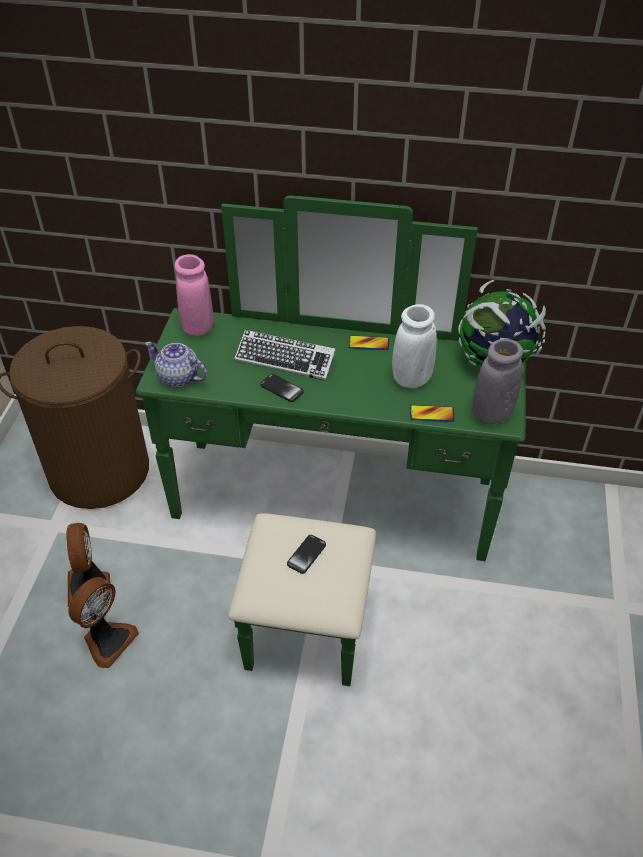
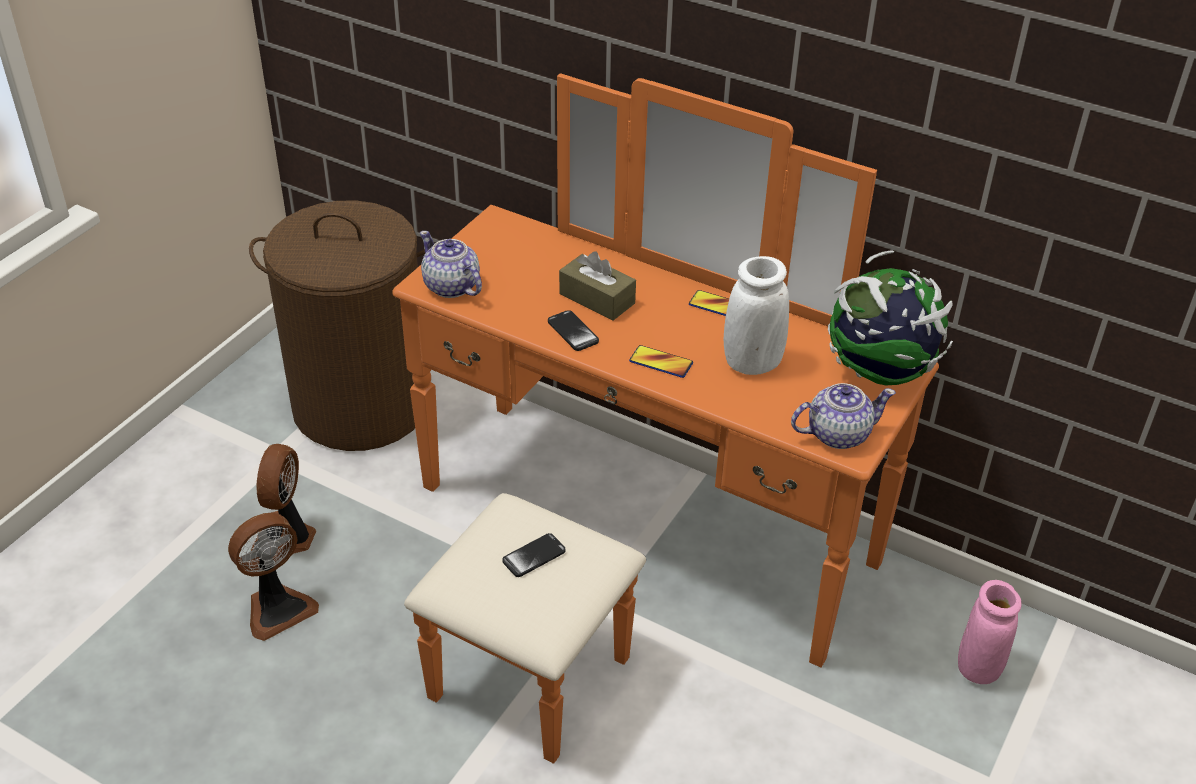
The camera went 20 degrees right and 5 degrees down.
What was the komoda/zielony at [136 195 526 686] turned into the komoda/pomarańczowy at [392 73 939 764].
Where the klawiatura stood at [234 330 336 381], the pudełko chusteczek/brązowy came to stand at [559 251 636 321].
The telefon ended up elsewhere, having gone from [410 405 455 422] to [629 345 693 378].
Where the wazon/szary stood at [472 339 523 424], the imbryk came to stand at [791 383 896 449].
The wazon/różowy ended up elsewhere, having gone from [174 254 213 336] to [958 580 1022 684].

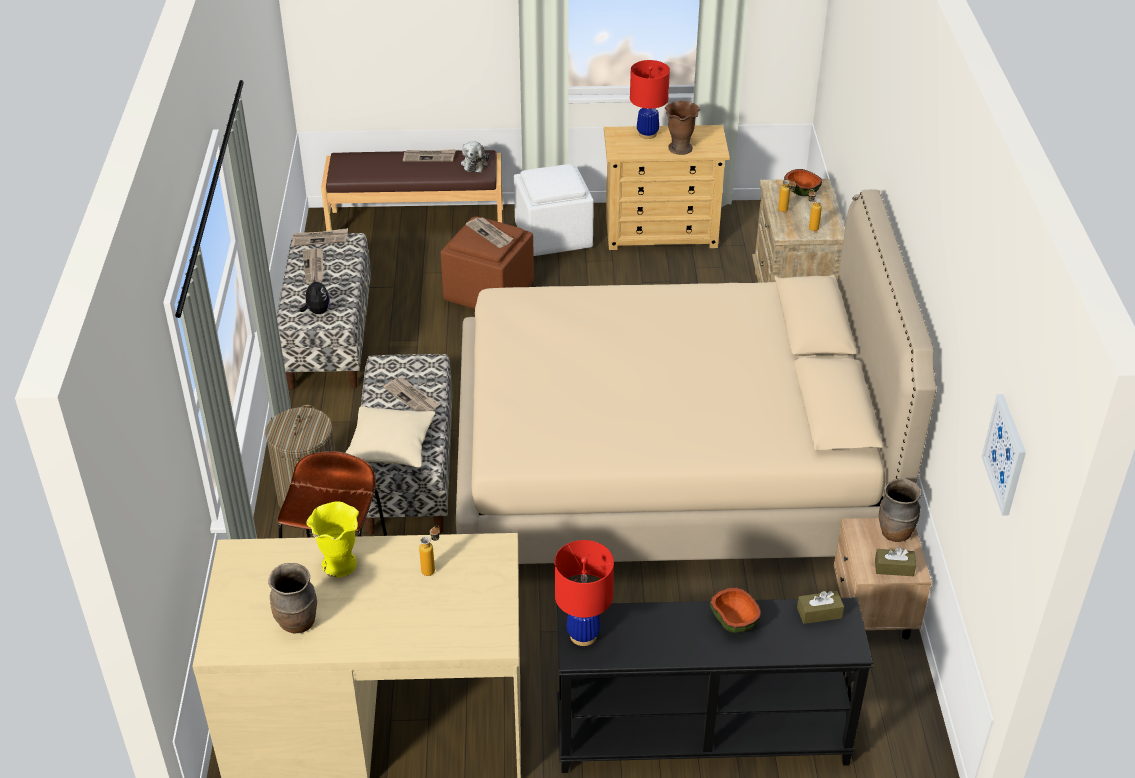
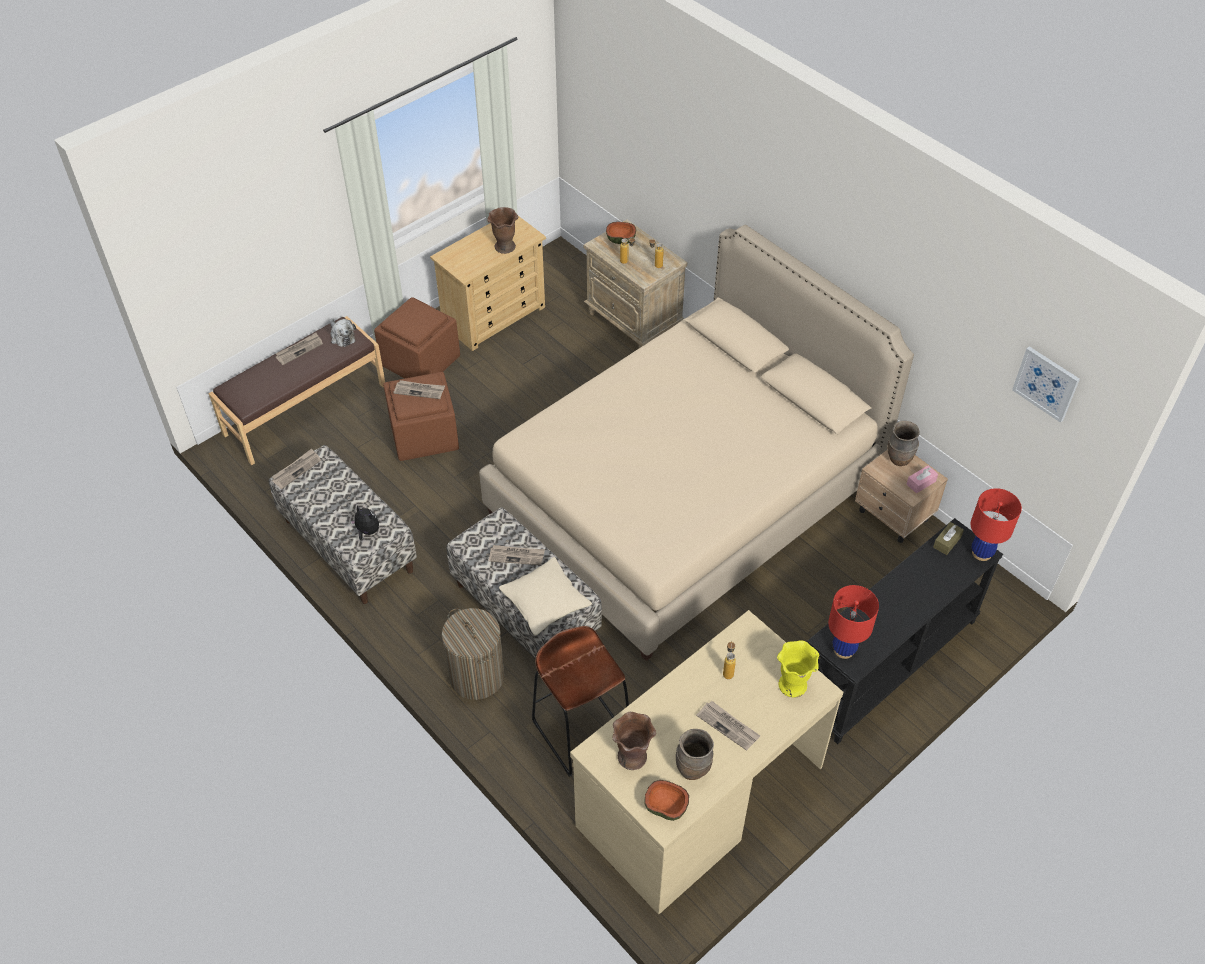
The camera went 40 degrees left and 10 degrees up.
What was the pufa/biały at [514 164 594 256] turned into the pufa/brązowy at [374 297 460 378].
The second view gained the wazon/brązowy at [613 712 656 770].
The miska ended up elsewhere, having gone from [710 587 761 633] to [644 780 689 821].
The gazeta ended up elsewhere, having gone from [303 248 323 284] to [696 701 760 751].
The wazon/żółty ended up elsewhere, having gone from [306 501 359 577] to [777 640 819 698].
What was the pudełko chusteczek/brązowy at [875 547 916 576] turned into the pudełko chusteczek/różowy at [907 465 938 493].
The lampa stołowa/czerwony ended up elsewhere, having gone from [630 60 670 139] to [970 488 1022 561].

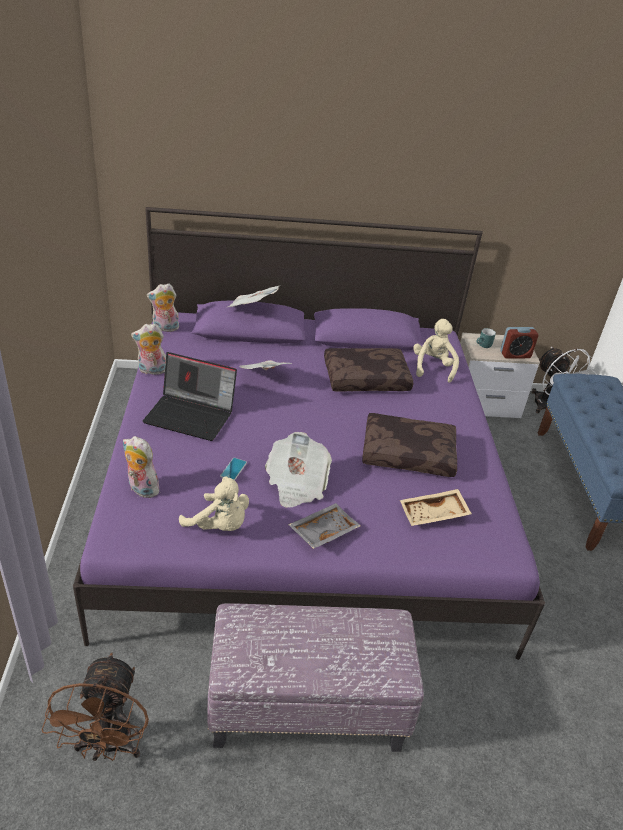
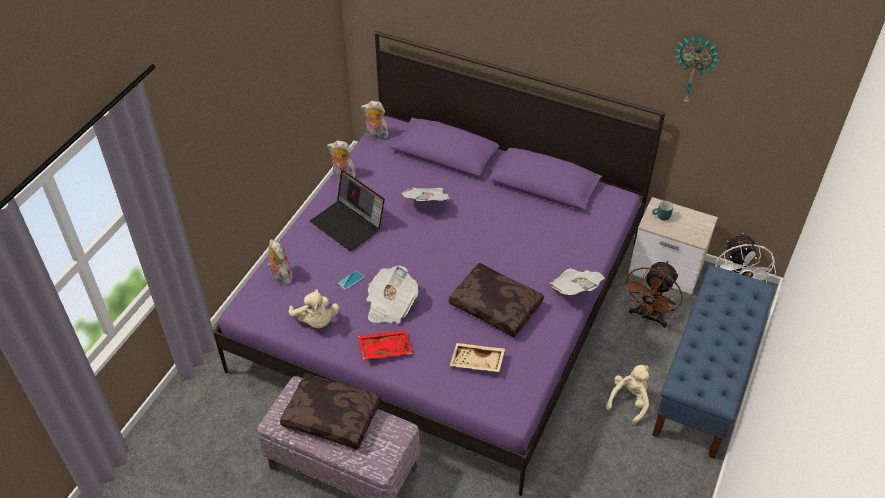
The camera went 30 degrees right and 10 degrees up.
The poduszka/brązowy ended up elsewhere, having gone from [324 348 413 392] to [280 373 381 449].
What was the taca/szary at [288 503 361 549] turned into the taca/czerwony at [358 330 413 359].
The gazeta ended up elsewhere, having gone from [228 285 281 307] to [549 268 605 295].
The pluszak/beżowy ended up elsewhere, having gone from [413 319 459 383] to [606 365 649 425].
The wentylator/brązowy ended up elsewhere, having gone from [42 653 149 761] to [622 261 683 328].
The second view gained the zegar ścienny at [674 34 721 105].
The second view lost the budzik at [500 327 538 359].

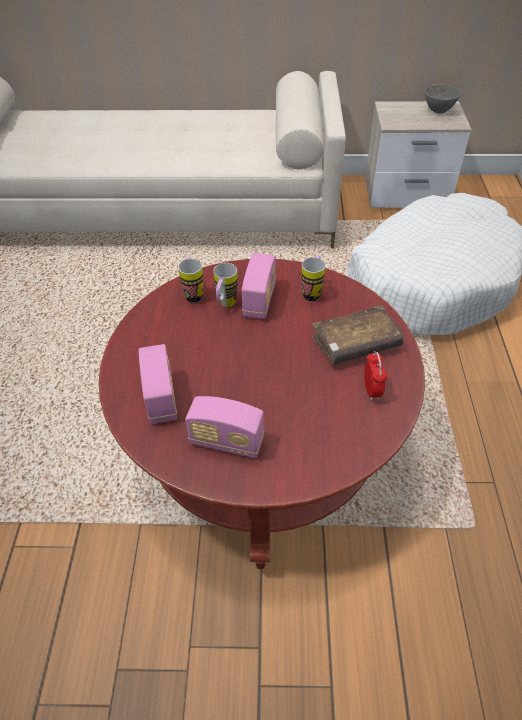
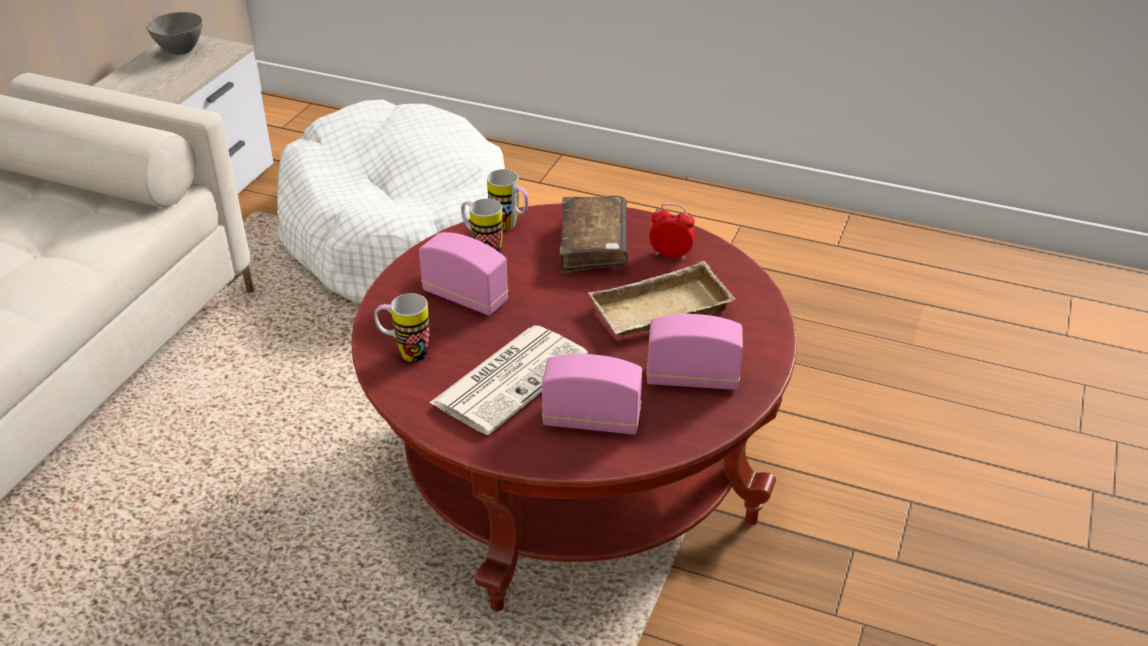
The camera went 70 degrees left and 10 degrees down.
The second view gained the gazeta at [429 326 588 435].
The kubek ended up elsewhere, having gone from [213 263 238 307] to [487 169 528 230].
The second view gained the taca/beżowy at [589 261 736 336].
The radio at [185 396 264 458] ended up facing another way, 120 degrees counterclockwise from before.

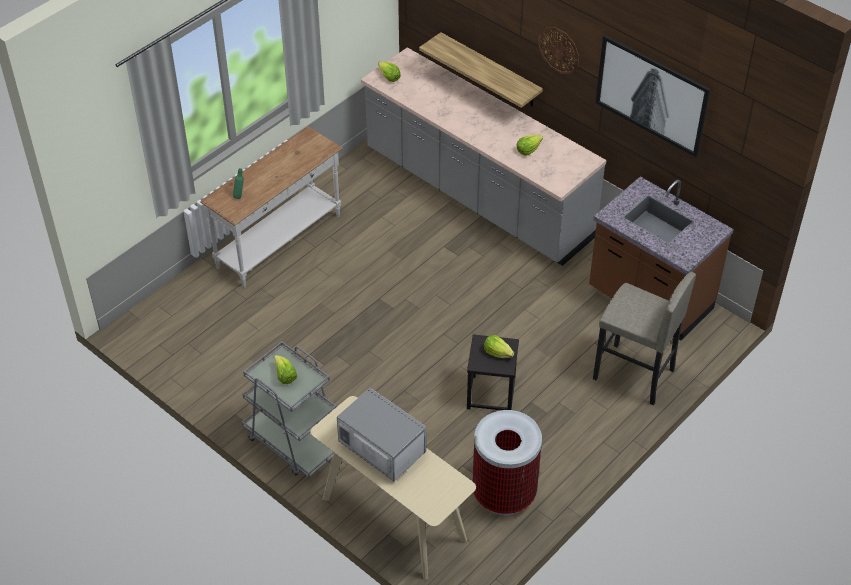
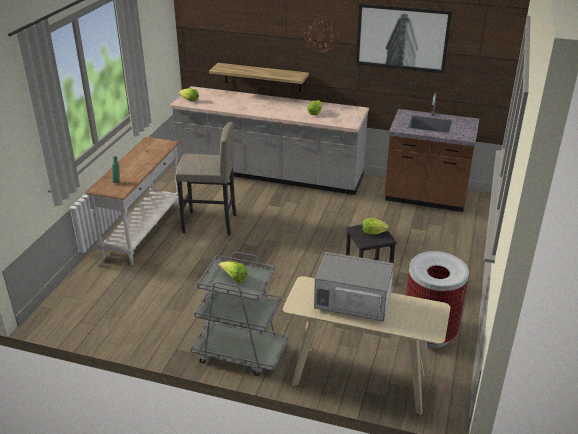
The camera went 25 degrees left and 15 degrees down.
The stołek/szary ended up elsewhere, having gone from [593 272 696 405] to [175 122 237 235].

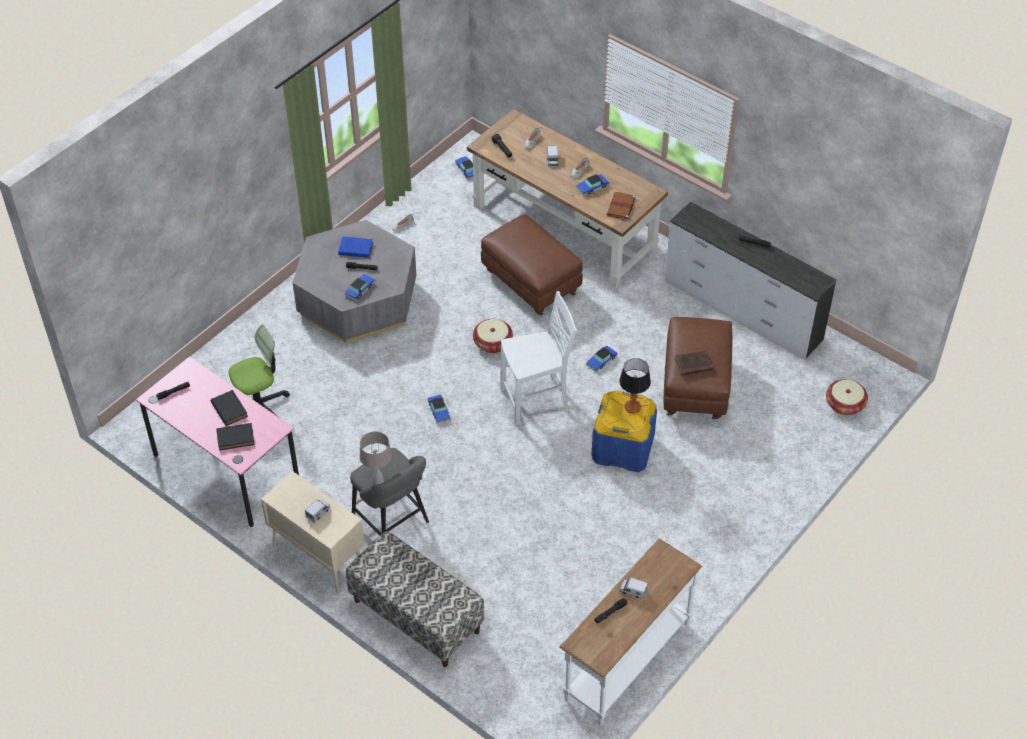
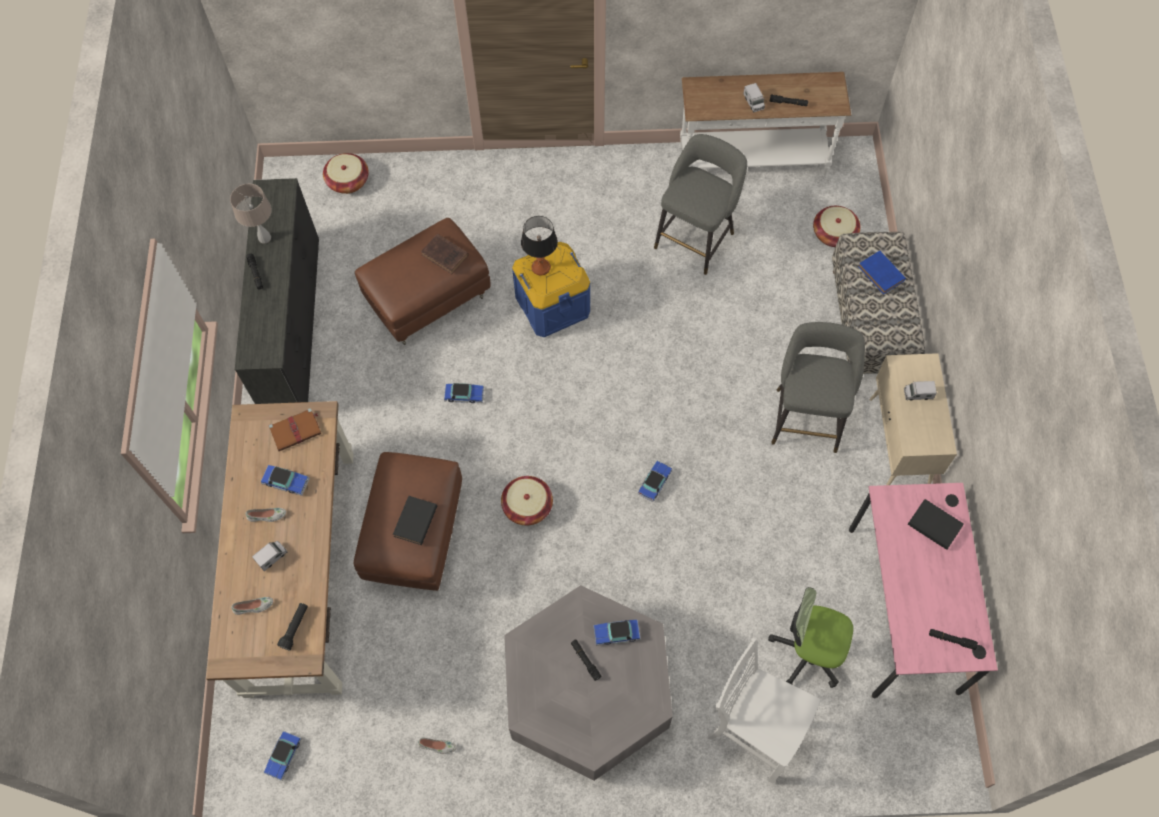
The camera went 130 degrees left and 15 degrees up.
The lampa stołowa/beżowy ended up elsewhere, having gone from [360 431 392 485] to [230 184 272 243].
What was the komoda/biały at [664 201 837 360] turned into the komoda/czarny at [235 178 319 404].
The książka/czarny ended up elsewhere, having gone from [211 390 248 426] to [393 496 437 545].
The second view gained the stołek/szary at [654 134 747 275].
The krzesło/biały ended up elsewhere, having gone from [500 291 577 425] to [707 637 820 784].
The second view gained the koszyk at [813 206 860 247].
The książka/niebieski ended up elsewhere, having gone from [338 237 373 258] to [858 251 906 294].

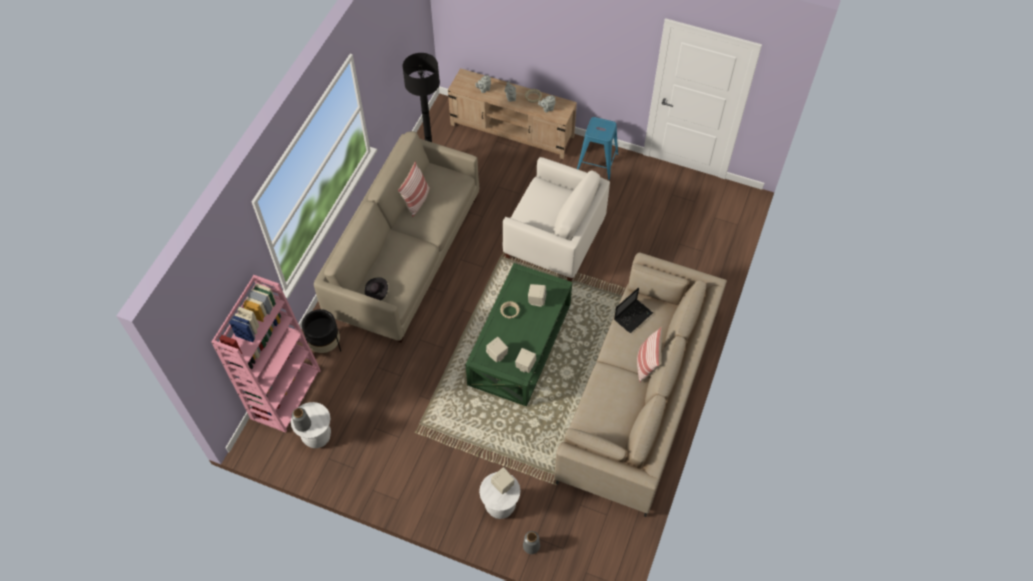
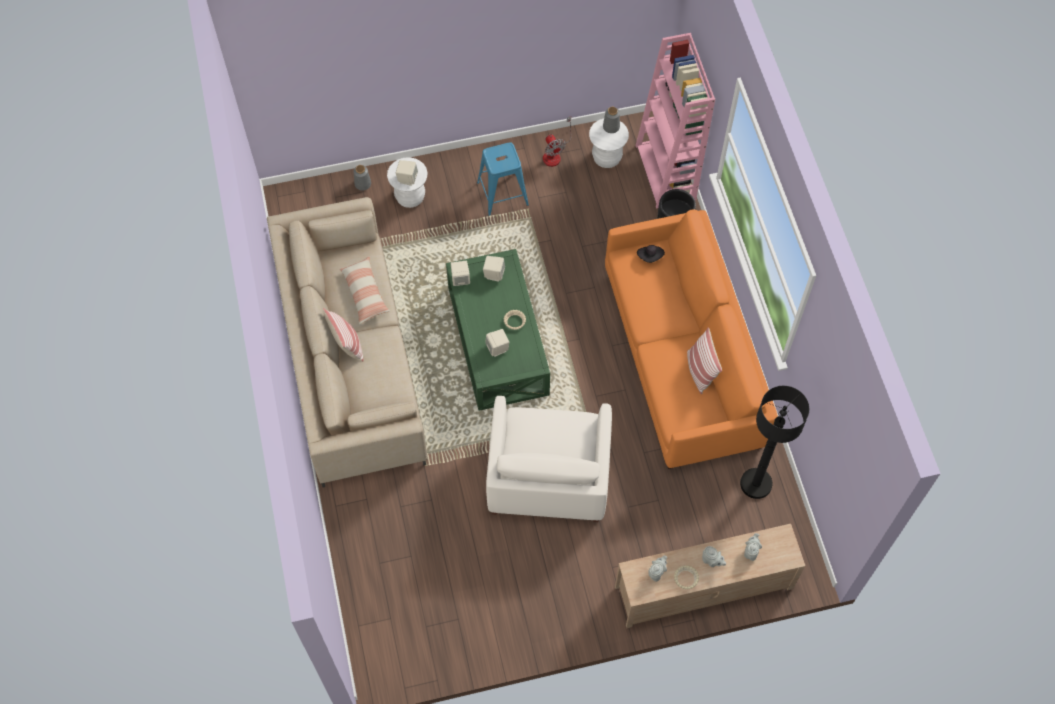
The camera went 145 degrees right and 5 degrees up.
The second view gained the poduszka at [340 257 390 325].
The stołek/niebieski ended up elsewhere, having gone from [577 117 618 180] to [477 142 529 216].
The fotel/biały at [503 157 610 282] ended up facing another way, 75 degrees counterclockwise from before.
The second view gained the wentylator at [543 116 571 167].
What was the kanapa/beżowy at [314 131 479 343] turned into the kanapa/pomarańczowy at [605 210 778 469].
The second view lost the laptop at [614 287 653 333].

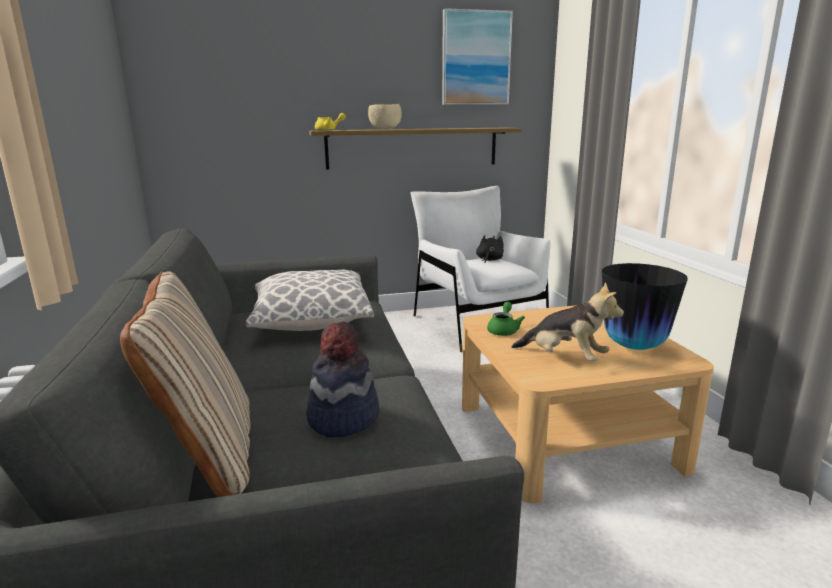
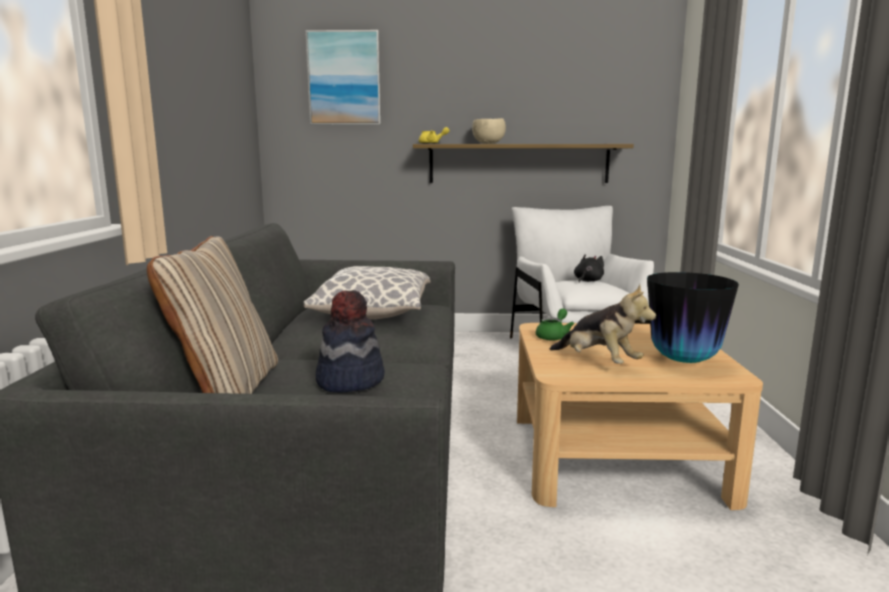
The camera went 15 degrees right and 5 degrees down.
The obraz ended up elsewhere, having gone from [442 8 513 105] to [305 30 381 125].

